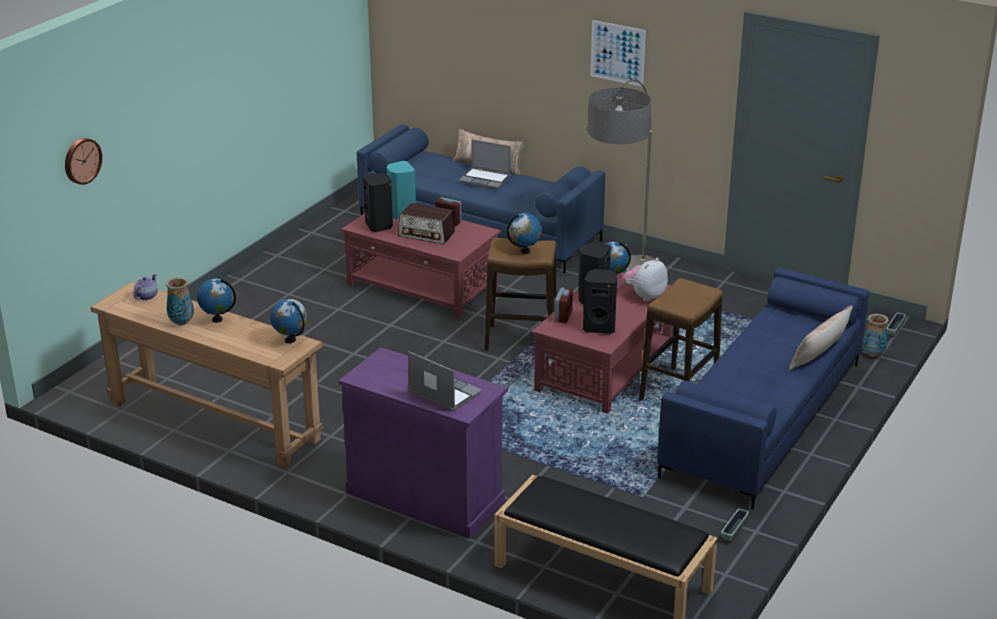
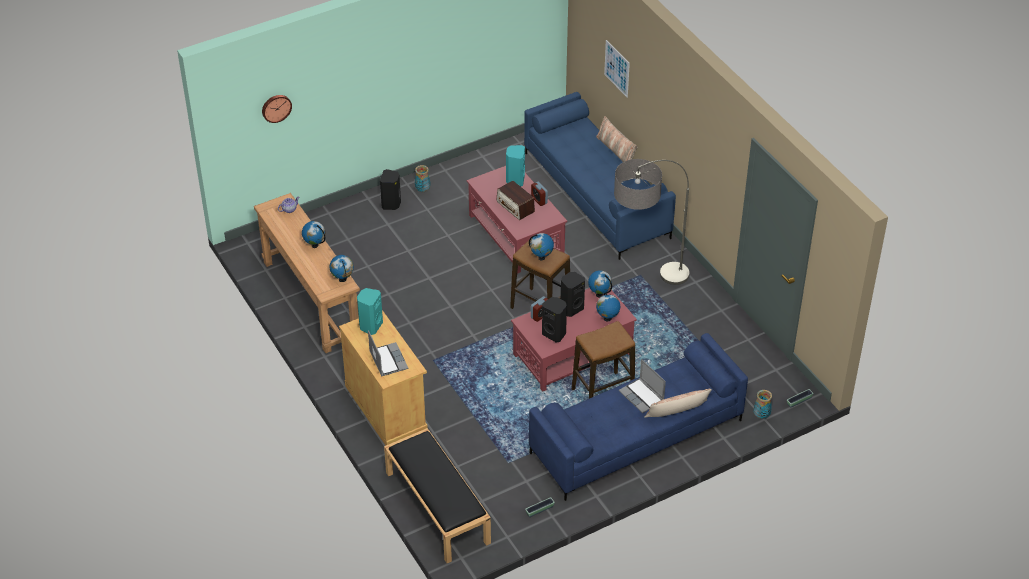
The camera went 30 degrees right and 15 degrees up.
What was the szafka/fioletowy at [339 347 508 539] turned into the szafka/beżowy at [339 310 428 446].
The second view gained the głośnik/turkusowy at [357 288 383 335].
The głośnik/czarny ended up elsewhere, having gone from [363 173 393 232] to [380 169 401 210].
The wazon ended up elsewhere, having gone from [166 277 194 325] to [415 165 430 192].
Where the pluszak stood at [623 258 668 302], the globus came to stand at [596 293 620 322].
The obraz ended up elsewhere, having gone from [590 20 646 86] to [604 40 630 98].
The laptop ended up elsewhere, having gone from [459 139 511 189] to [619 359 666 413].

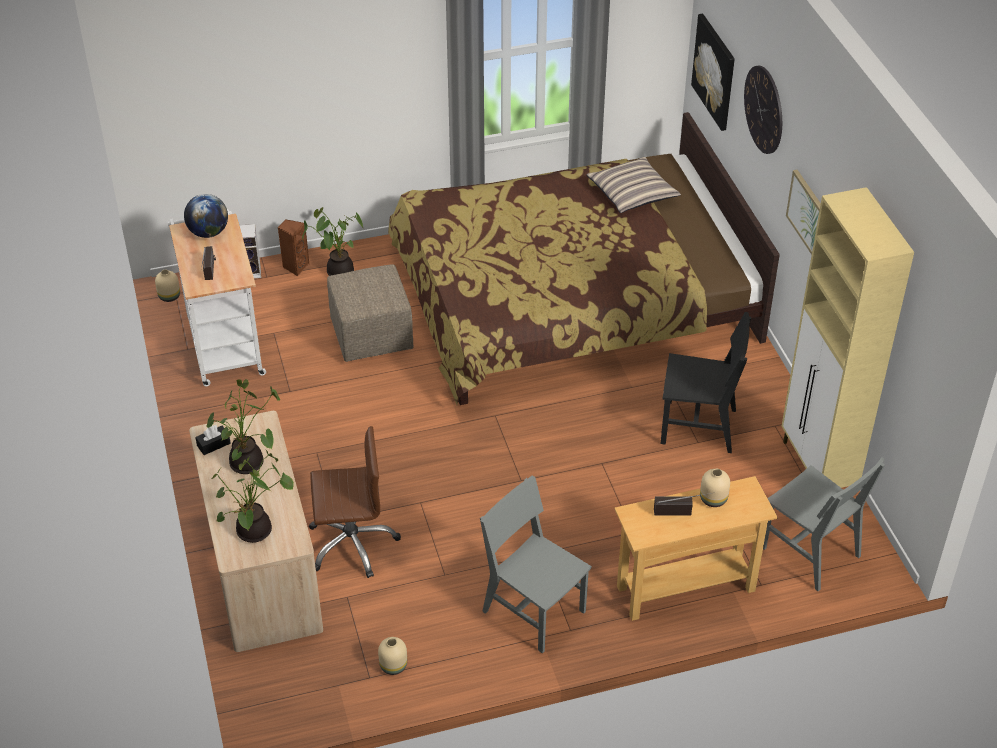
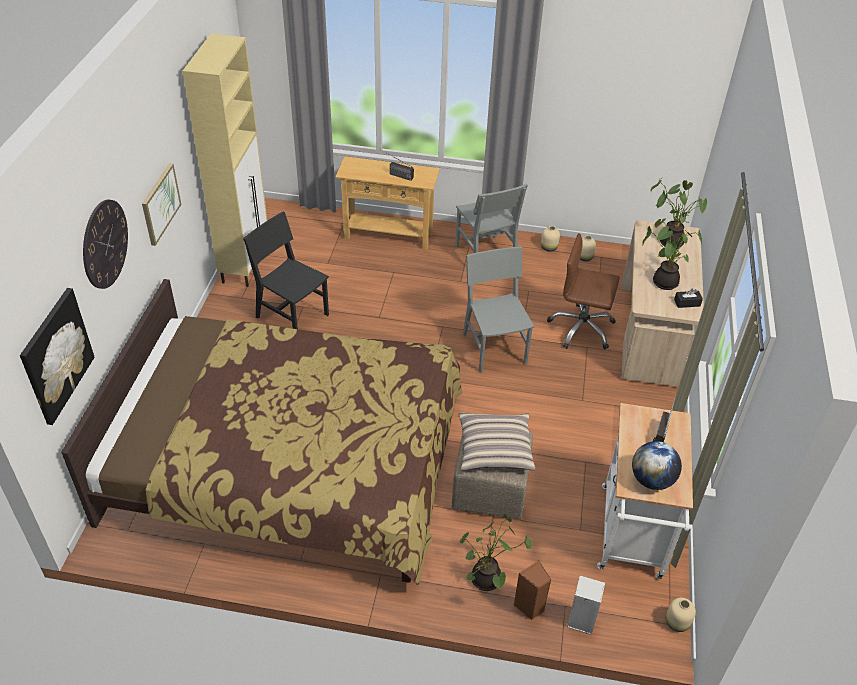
The camera went 155 degrees left and 0 degrees up.
The poduszka ended up elsewhere, having gone from [587 157 681 213] to [458 412 535 470].
The krzesło/szary ended up elsewhere, having gone from [763 457 885 591] to [463 246 534 373].
The wazon/beżowy ended up elsewhere, having gone from [700 469 730 507] to [541 226 560 252].

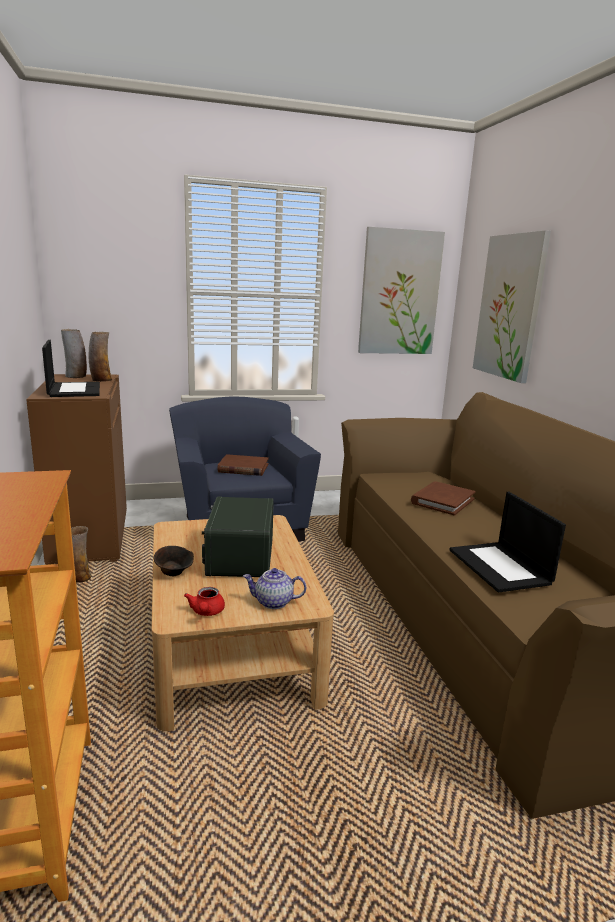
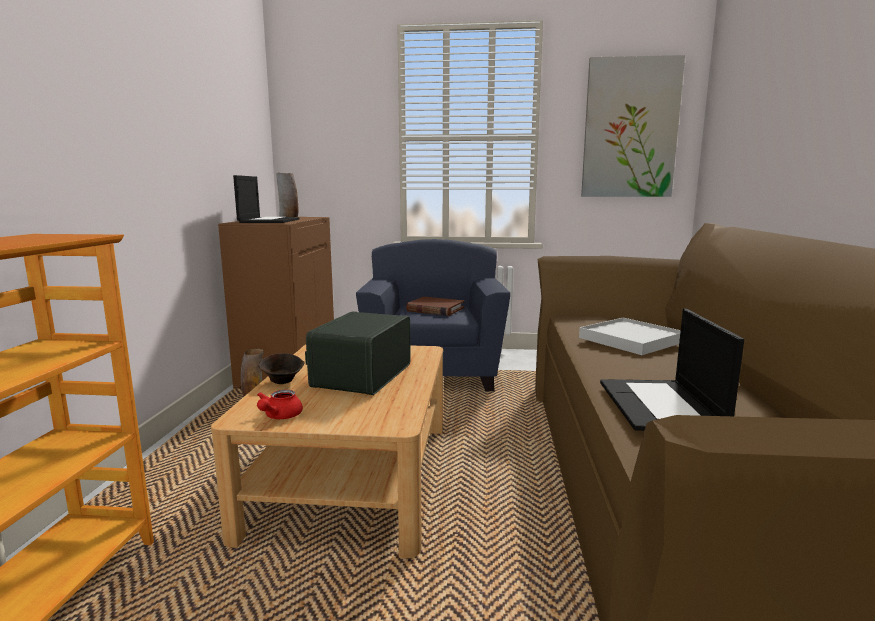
The camera went 20 degrees right and 5 degrees down.
Where the książka/brązowy stood at [411 481 475 516], the taca/biały came to stand at [579 318 681 355].
The second view lost the wazon at [89 332 112 382].
The second view lost the imbryk at [243 568 306 609].
The second view lost the obraz at [473 230 551 383].

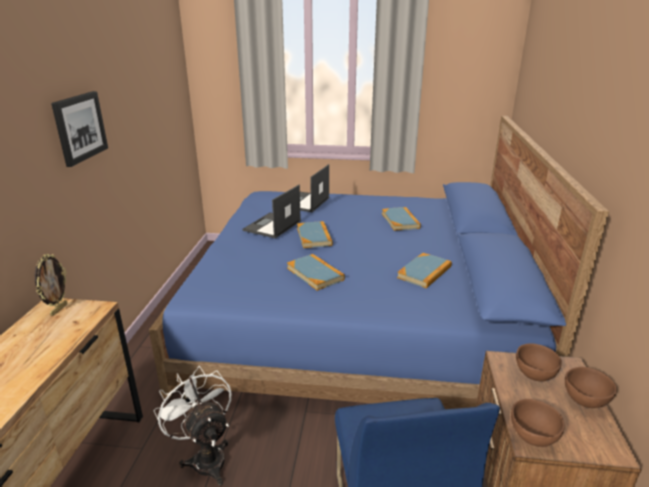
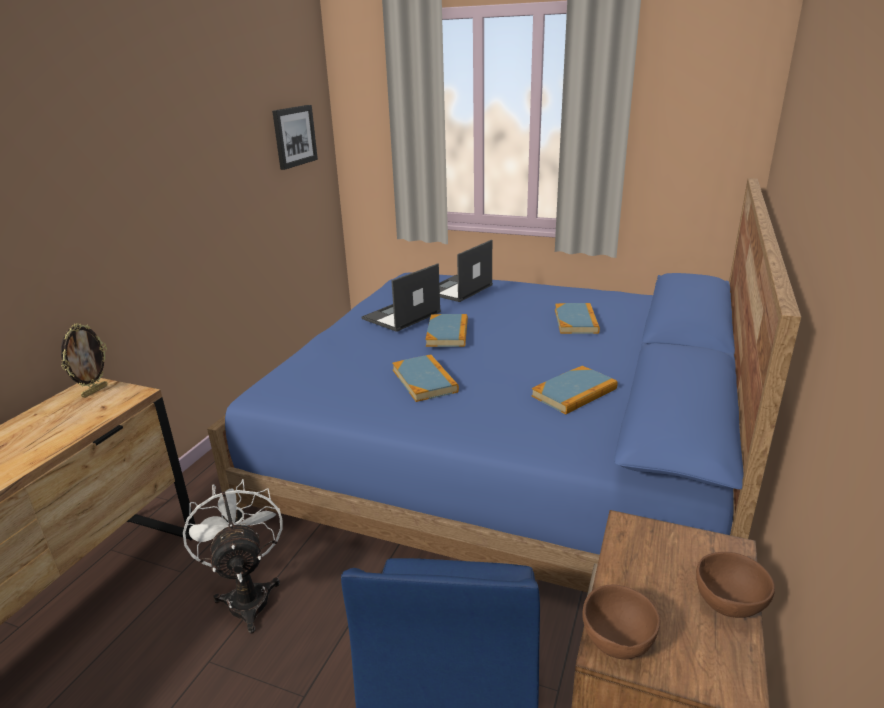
The camera went 15 degrees right and 0 degrees up.
The obraz ended up elsewhere, having gone from [51 91 108 167] to [272 105 318 170].
The second view lost the miska/brązowy at [516 343 562 382].

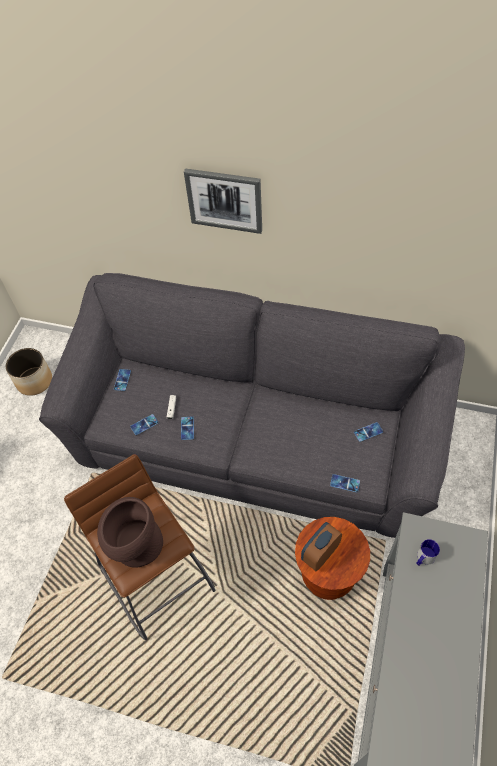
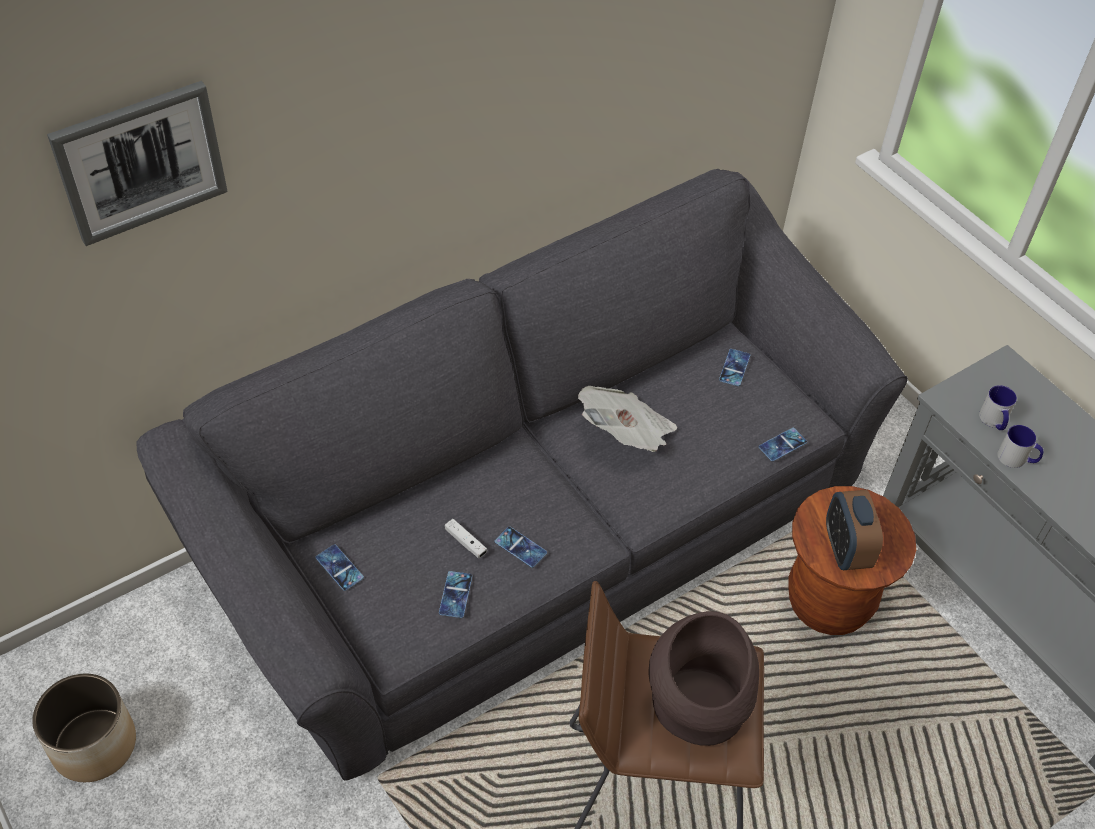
The camera went 55 degrees left and 5 degrees down.
The obraz ended up elsewhere, having gone from [184 168 262 234] to [47 81 228 246].
The second view gained the gazeta at [578 386 677 452].
The second view gained the kubek at [997 425 1043 468].

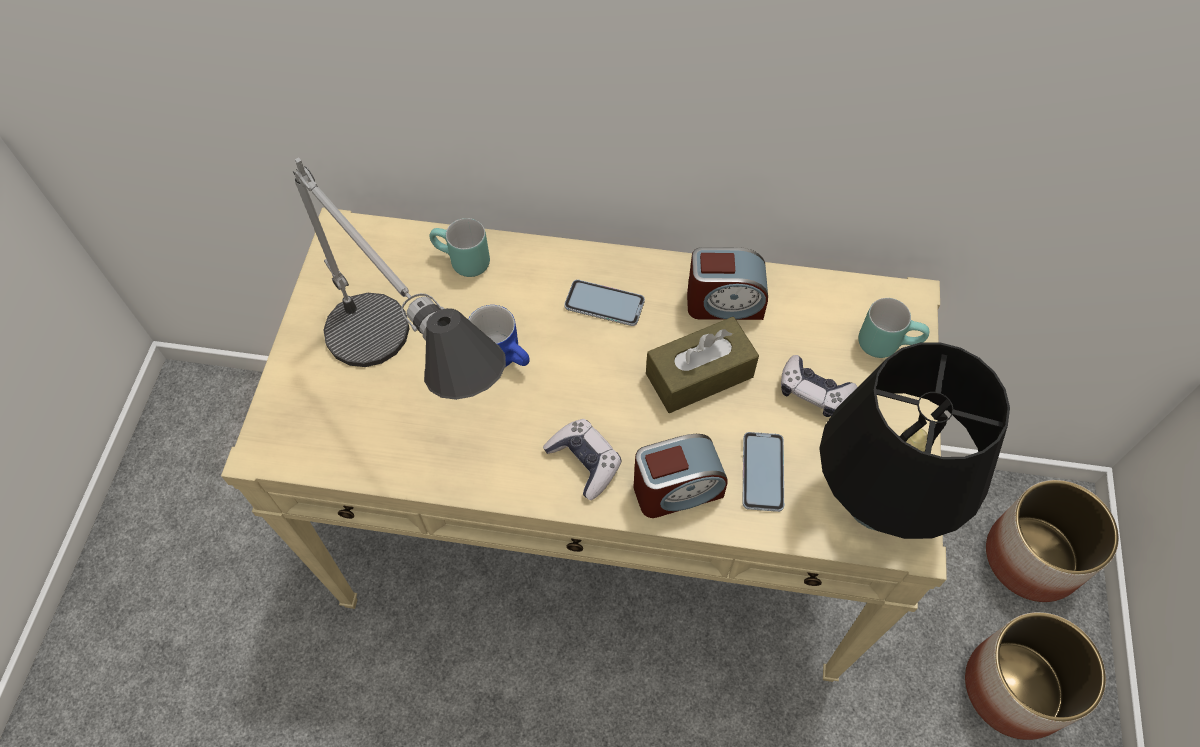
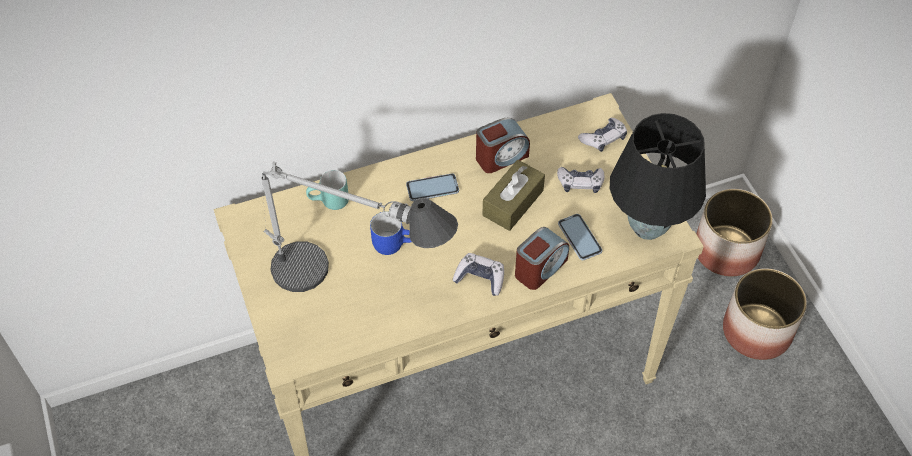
The camera went 30 degrees left and 5 degrees down.
Where the kubek/turkusowy stood at [858 298 929 358], the pad do gier came to stand at [578 118 627 152].

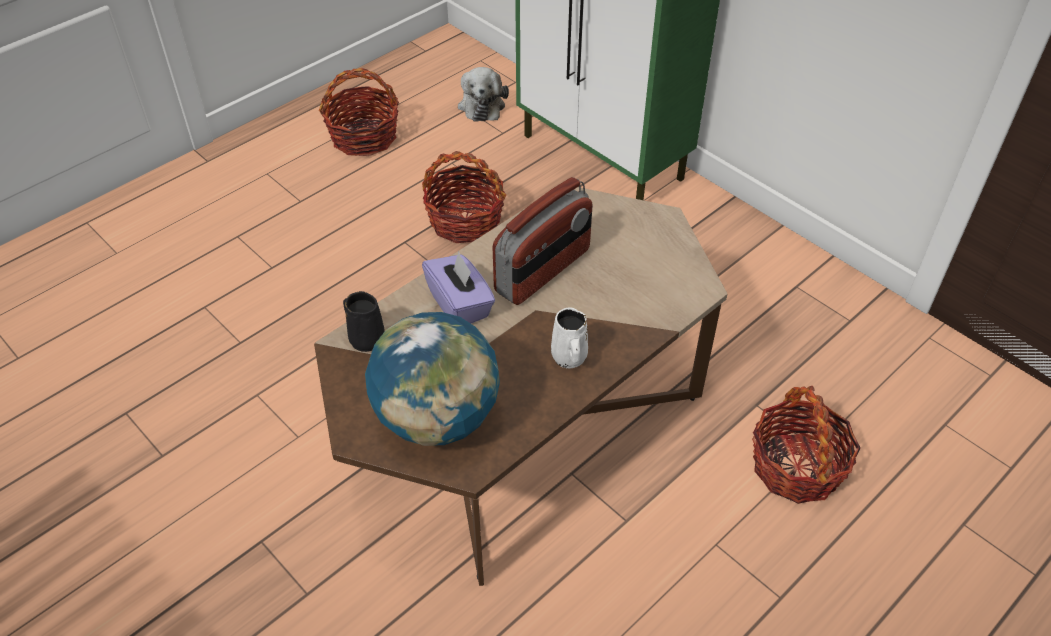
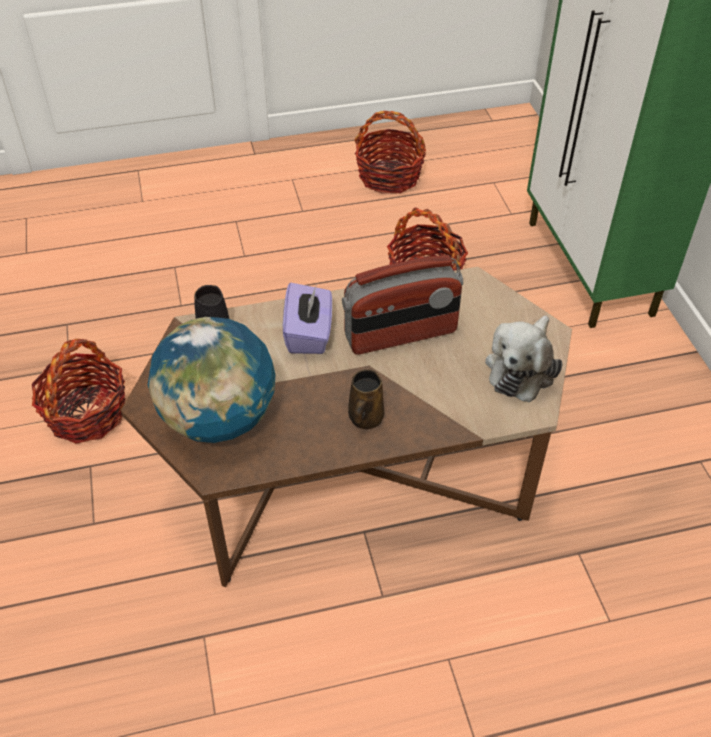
The camera went 30 degrees right and 0 degrees up.
The koszyk ended up elsewhere, having gone from [752 386 861 504] to [32 339 125 444].
What was the kubek/biały at [551 307 588 369] turned into the kubek/brązowy at [348 369 384 429].
The pluszak ended up elsewhere, having gone from [458 67 509 122] to [485 315 563 403].

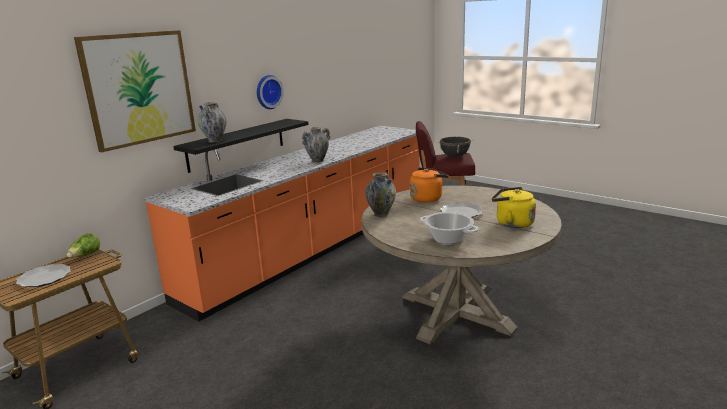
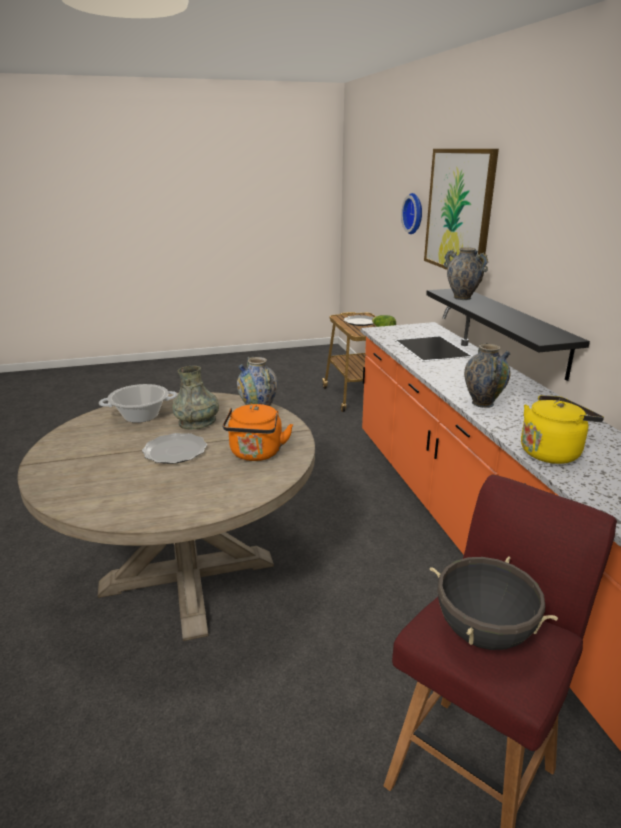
The camera went 125 degrees right and 5 degrees up.
The second view gained the wazon/szary at [172 366 219 429].
The zegar ścienny ended up elsewhere, having gone from [257 75 284 109] to [401 193 422 234].
The czajnik/żółty ended up elsewhere, having gone from [492 187 536 228] to [521 395 604 464].

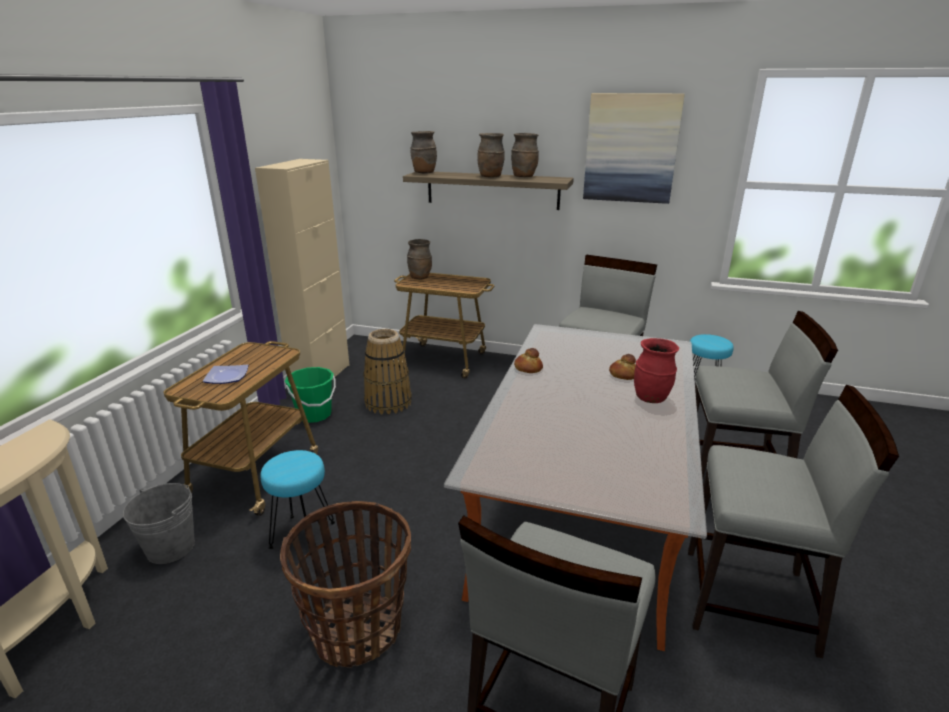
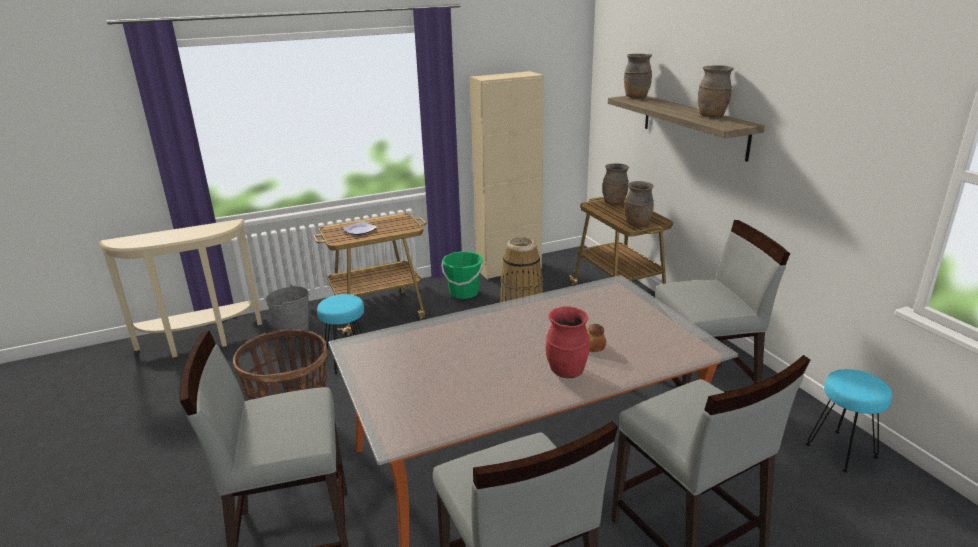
The camera went 50 degrees right and 0 degrees up.
The wazon/brązowy ended up elsewhere, having gone from [477 133 505 177] to [625 181 654 227].
The second view lost the chleb at [514 348 543 373].
The second view lost the obraz at [583 93 685 204].

